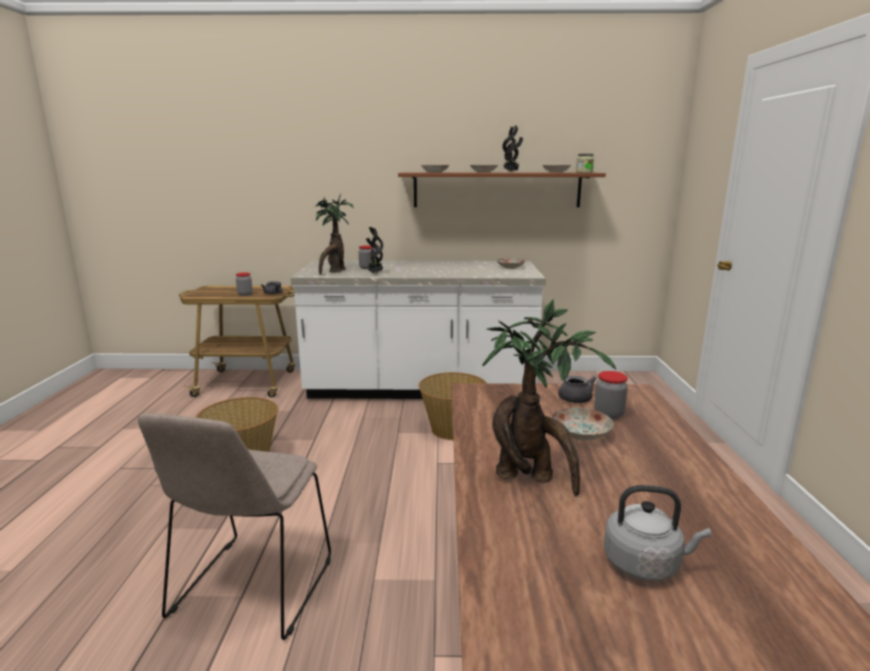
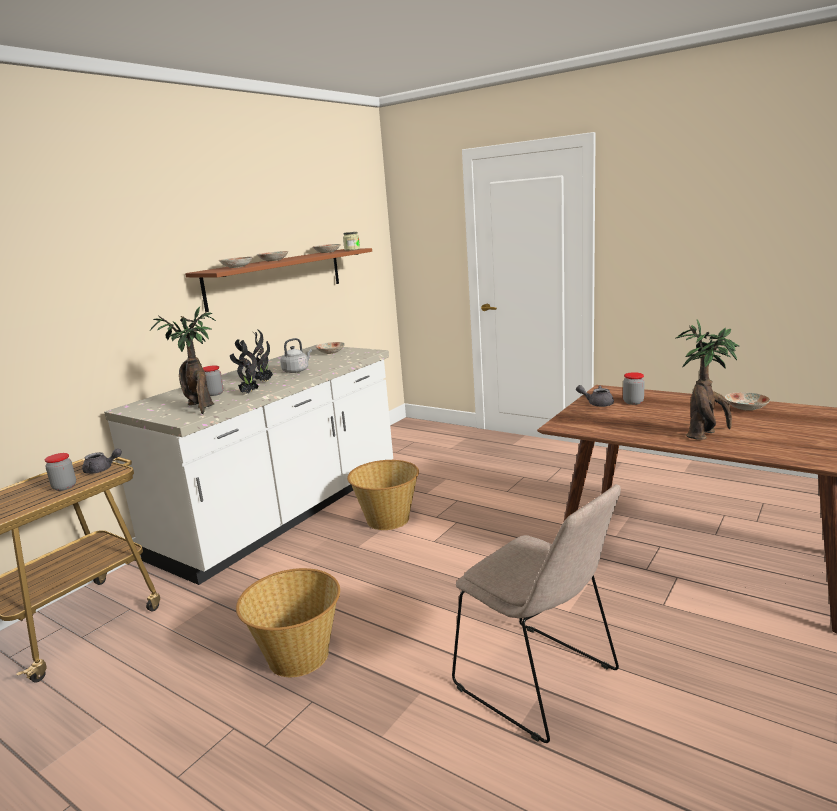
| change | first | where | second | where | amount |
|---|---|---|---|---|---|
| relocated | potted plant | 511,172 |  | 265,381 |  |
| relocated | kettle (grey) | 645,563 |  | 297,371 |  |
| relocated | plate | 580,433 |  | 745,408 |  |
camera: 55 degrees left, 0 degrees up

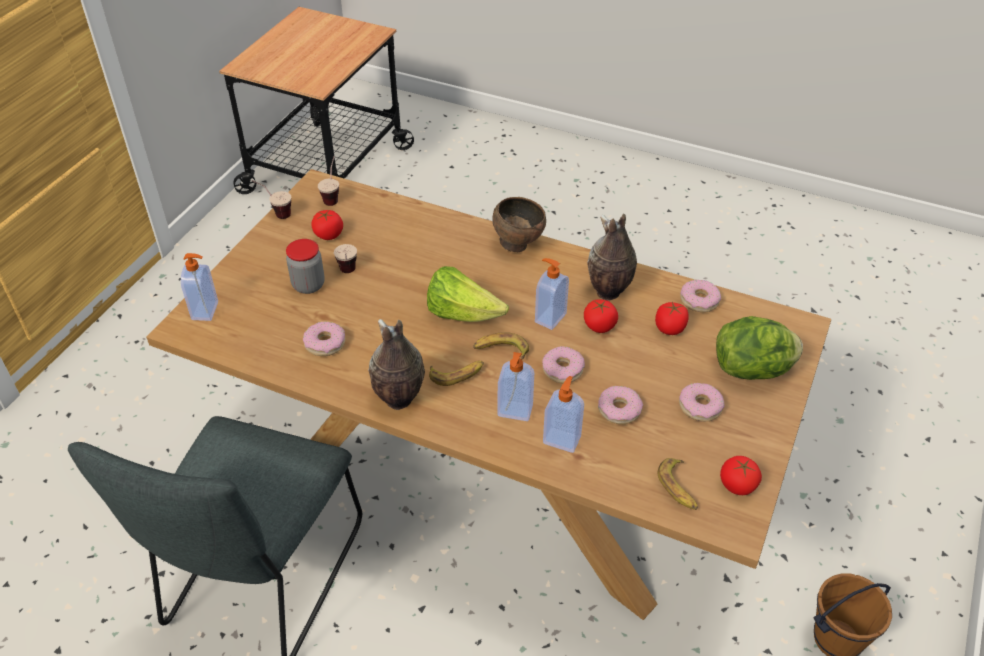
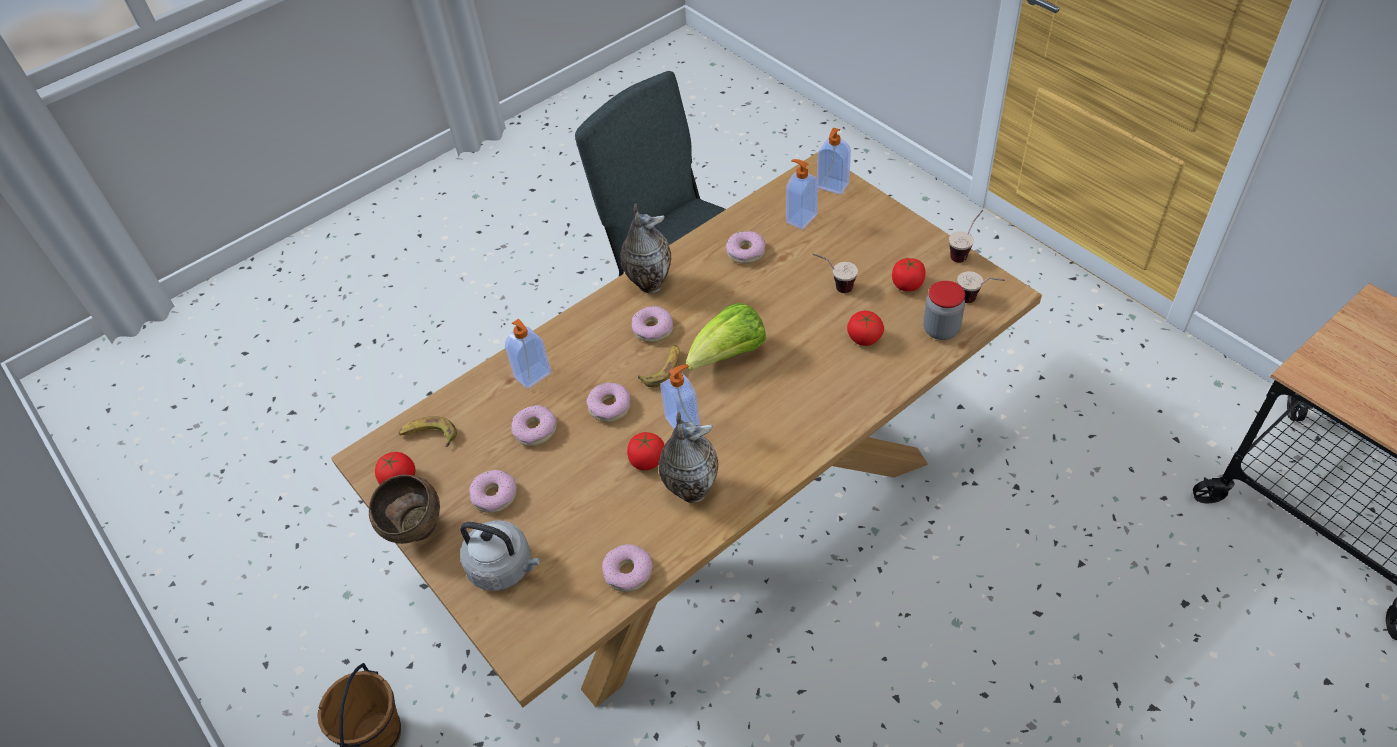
| change | first | where | second | where | amount |
|---|---|---|---|---|---|
| relocated | bowl (brown) | 517,244 |  | 417,531 |  |
| exchanged | lettuce | 753,370 | kettle (grey) | 504,568 |  |
| exchanged | banana | 457,374 | donut | 653,329 |  |
| relocated | soap dispenser | 515,411 |  | 800,218 |  |
| relocated | tomato | 670,328 |  | 864,338 |  |
| relocated | jar | 308,285 |  | 941,329 |  |
camera: 120 degrees right, 5 degrees up

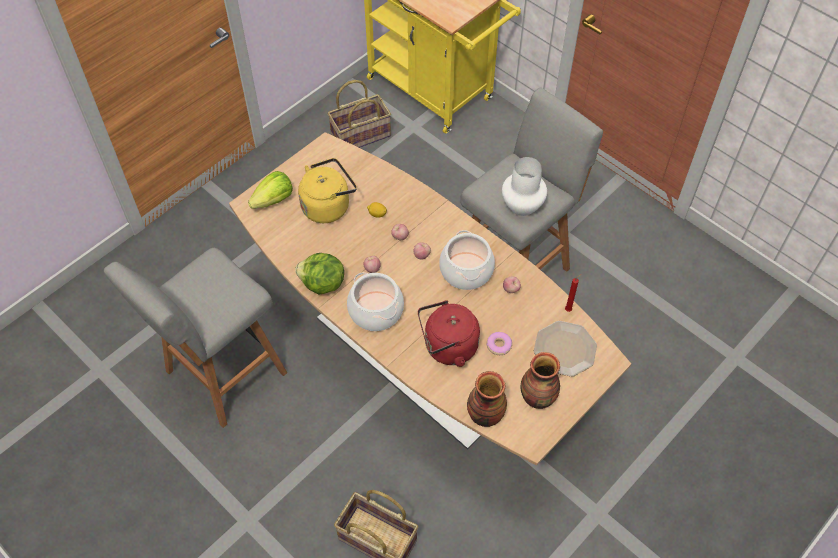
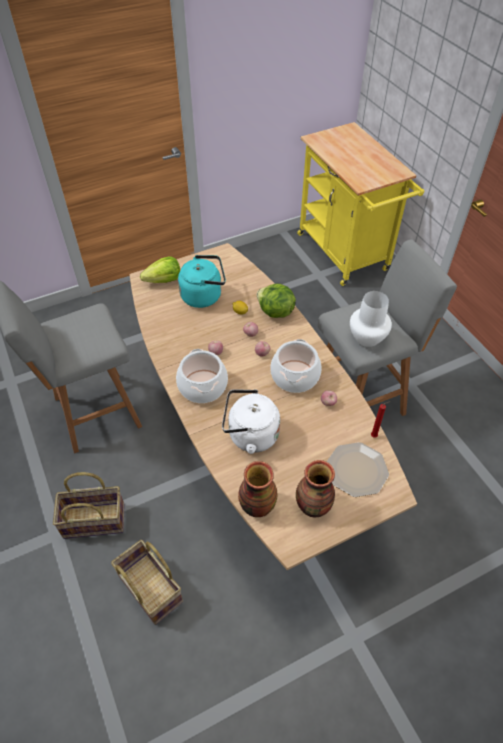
| change | first | where | second | where | amount |
|---|---|---|---|---|---|
| relocated | basket | 360,134 |  | 94,520 |  |
| colour | kettle (yellow) | 328,206 | kettle (turquoise) | 204,295 |  |
| colour | kettle (red) | 447,347 | kettle (white) | 250,435 |  |
| relocated | lettuce | 322,284 |  | 275,312 |  |
| missing | donut | 499,345 |  |  |  |
camera: 20 degrees right, 5 degrees down

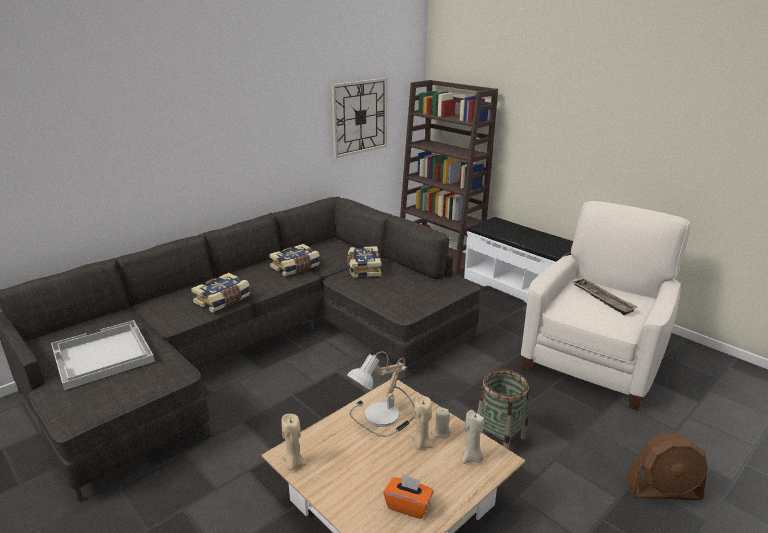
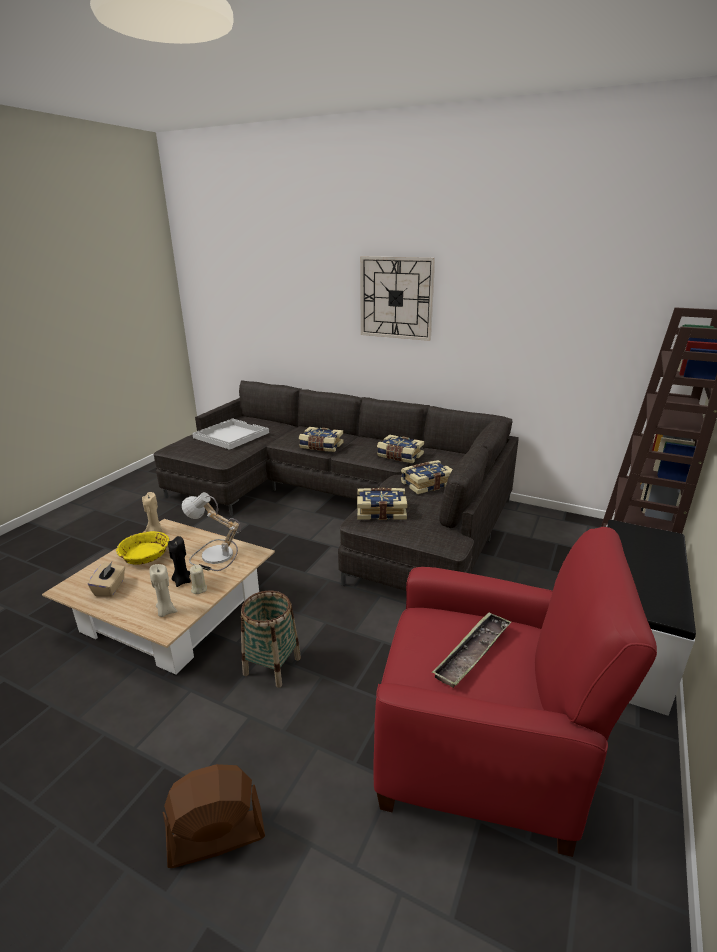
| change | first | where | second | where | amount |
|---|---|---|---|---|---|
| colour | tissue box (orange) | 408,505 | tissue box (beige) | 110,588 |  |
| appeared |  |  | bowl (yellow) | 145,555 |  |
| spun | fan (brown) | 663,490 |  | 216,837 | 90 degrees clockwise |
| colour | candle (beige) | 421,444 | candle (black) | 182,581 |  |
| appeared |  |  | book | 381,511 |  |
| relocated | wall clock | 359,117 |  | 396,298 |  |
| colour | armchair (white) | 593,361 | armchair (red) | 481,748 |  |
camera: 70 degrees right, 0 degrees up

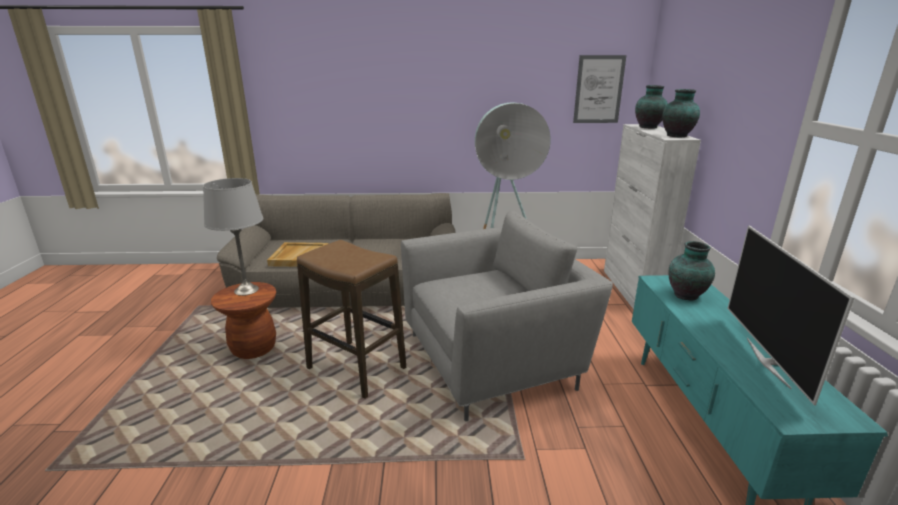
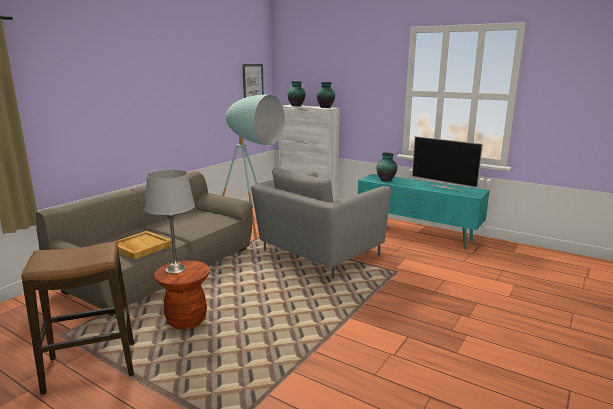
| change | first | where | second | where | amount |
|---|---|---|---|---|---|
| relocated | stool | 357,368 |  | 91,367 |  |
| spun | armchair (grey) | 493,359 |  | 318,254 | 150 degrees counterclockwise |
camera: 55 degrees left, 5 degrees down

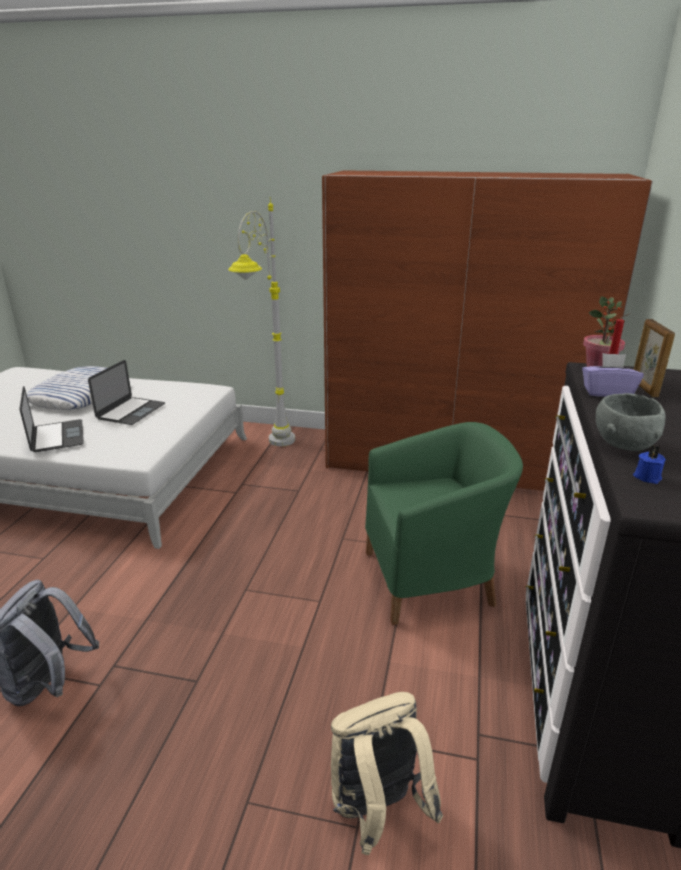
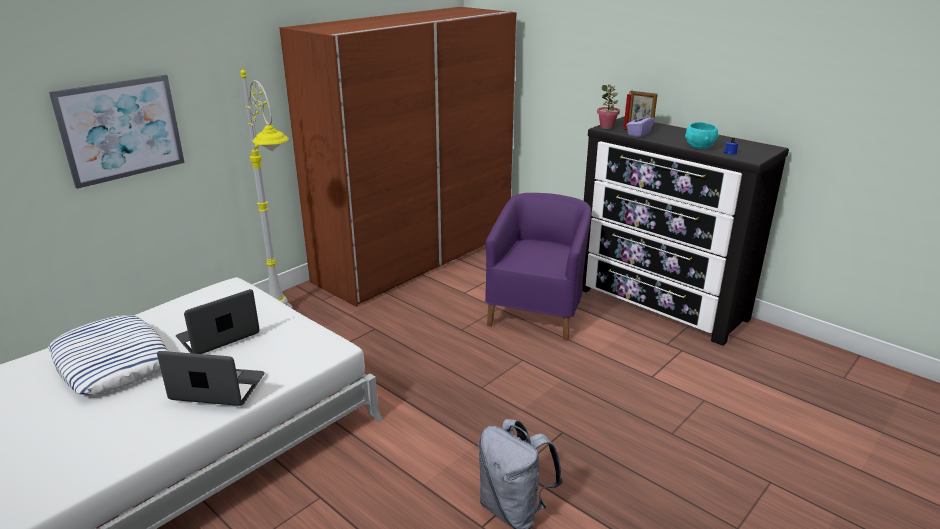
| change | first | where | second | where | amount |
|---|---|---|---|---|---|
| appeared |  |  | picture | 121,129 |  |
| spun | laptop | 131,411 |  | 218,335 | 90 degrees counterclockwise |
| colour | armchair (green) | 432,579 | armchair (purple) | 537,312 |  |
| colour | bowl (grey) | 623,445 | bowl (turquoise) | 699,148 |  |
| missing | backpack (beige) | 377,810 |  |  |  |
camera: 60 degrees left, 0 degrees up

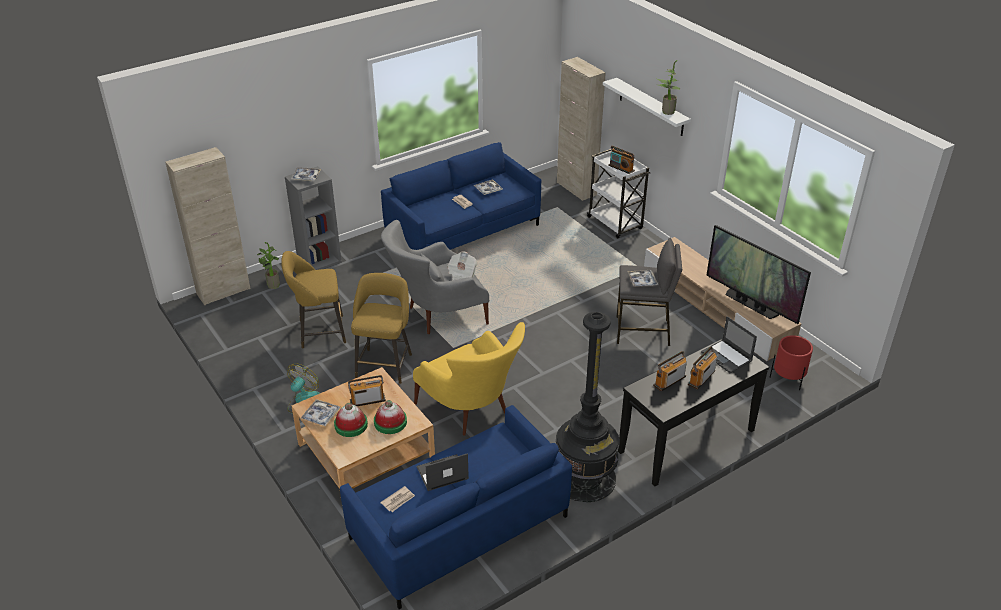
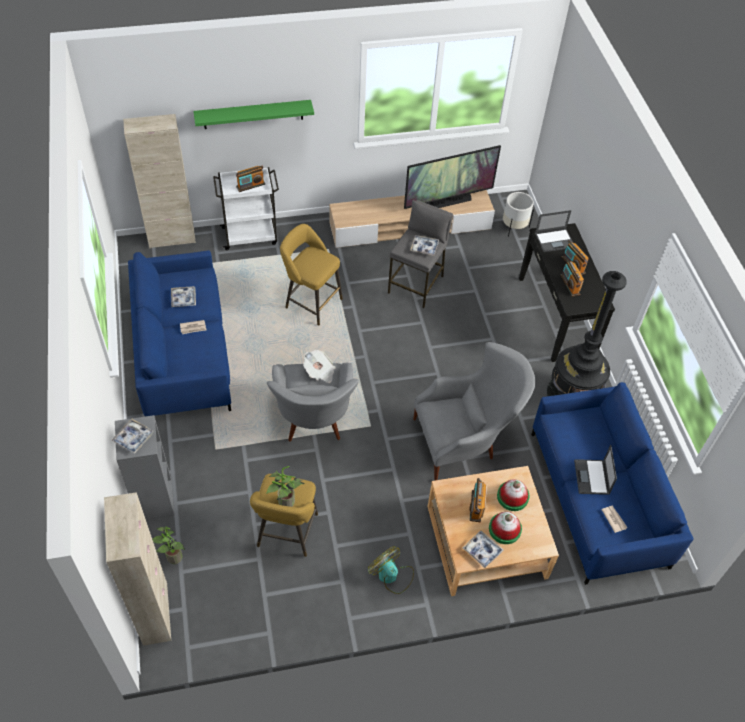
| change | first | where | second | where | amount |
|---|---|---|---|---|---|
| colour | shelf (white) | 651,107 | shelf (green) | 253,114 |  |
| relocated | potted plant | 666,112 |  | 285,504 |  |
| relocated | stool (yellow) | 385,364 |  | 311,302 |  |
| colour | armchair (yellow) | 473,412 | armchair (grey) | 465,441 |  |
| colour | planter (red) | 788,378 | planter (white) | 514,227 |  |
camera: 70 degrees left, 15 degrees up

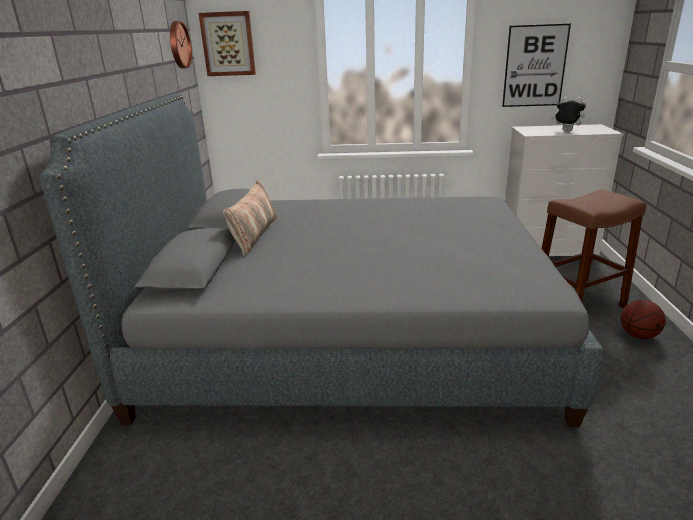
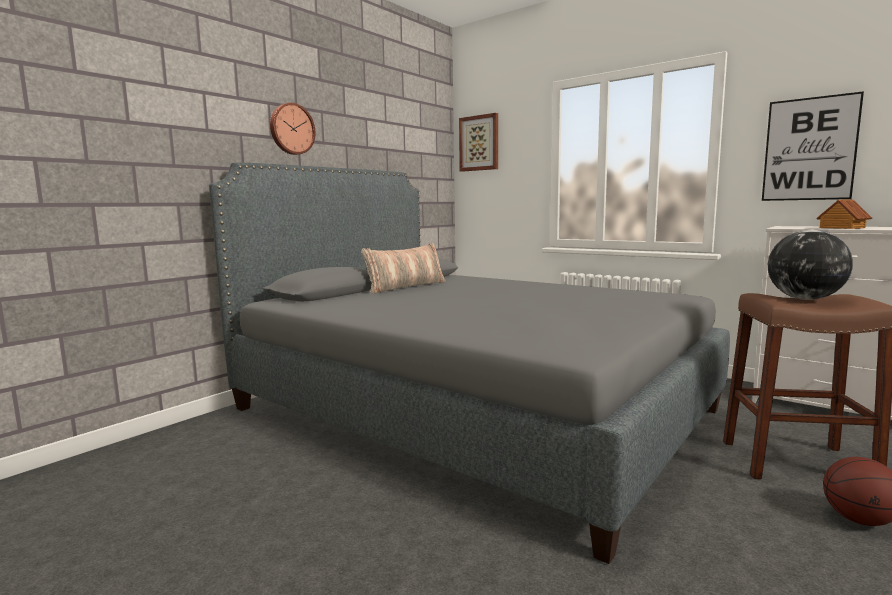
| change | first | where | second | where | amount |
|---|---|---|---|---|---|
| relocated | wall clock | 178,45 |  | 291,129 |  |
| appeared |  |  | globe | 804,299 |  |
| exchanged | plush toy | 566,131 | toy house | 841,228 |  |
camera: 35 degrees right, 15 degrees down

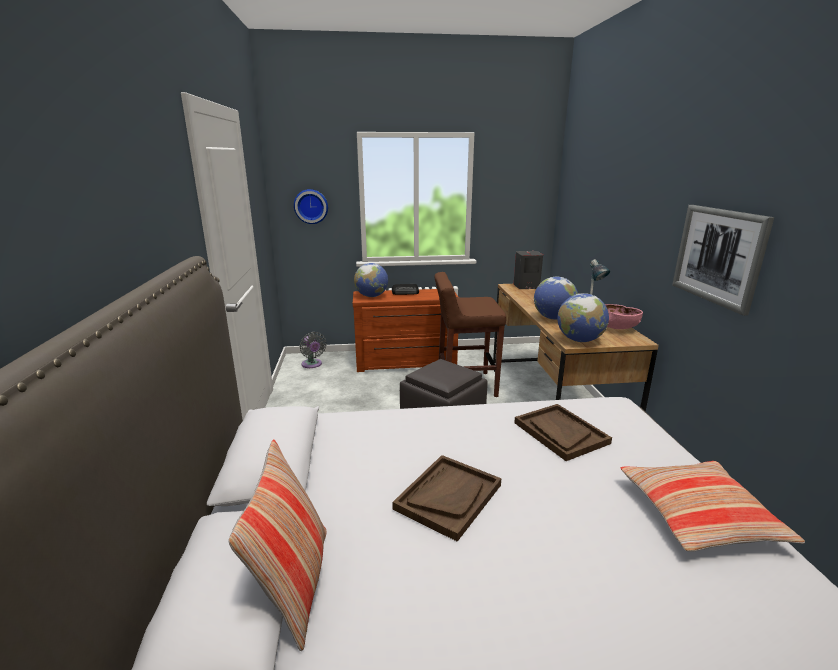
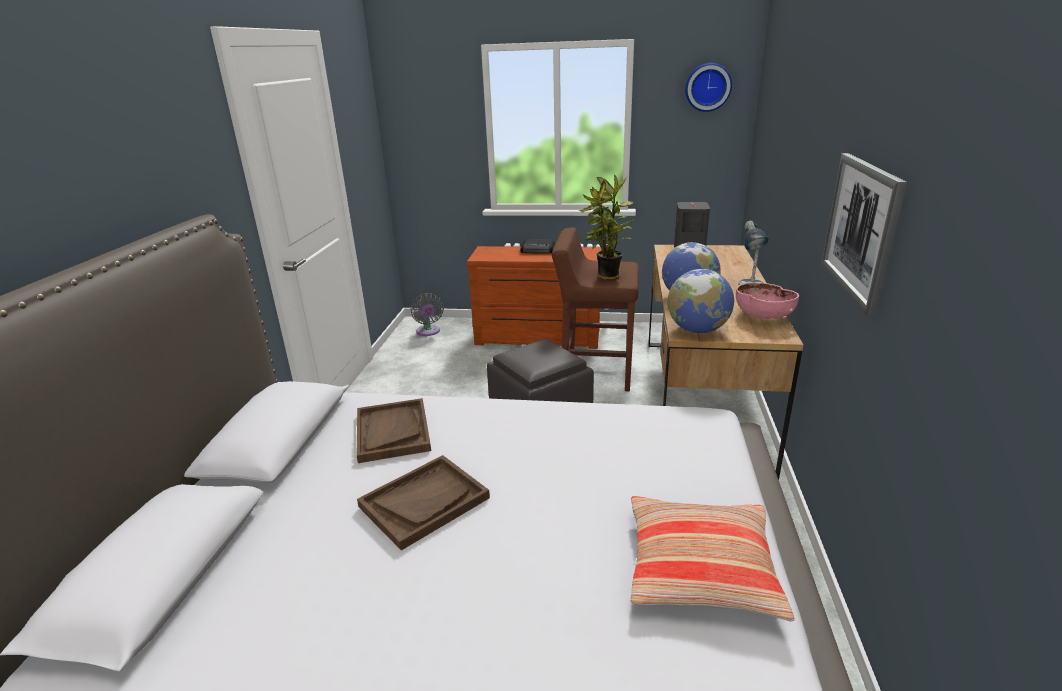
| change | first | where | second | where | amount |
|---|---|---|---|---|---|
| relocated | tray (brown) | 560,433 |  | 392,432 |  |
| appeared |  |  | potted plant | 607,277 |  |
| relocated | wall clock | 311,206 |  | 707,87 |  |
| missing | pillow | 294,584 |  |  |  |
| missing | globe | 371,296 |  |  |  |
camera: 15 degrees right, 5 degrees up

